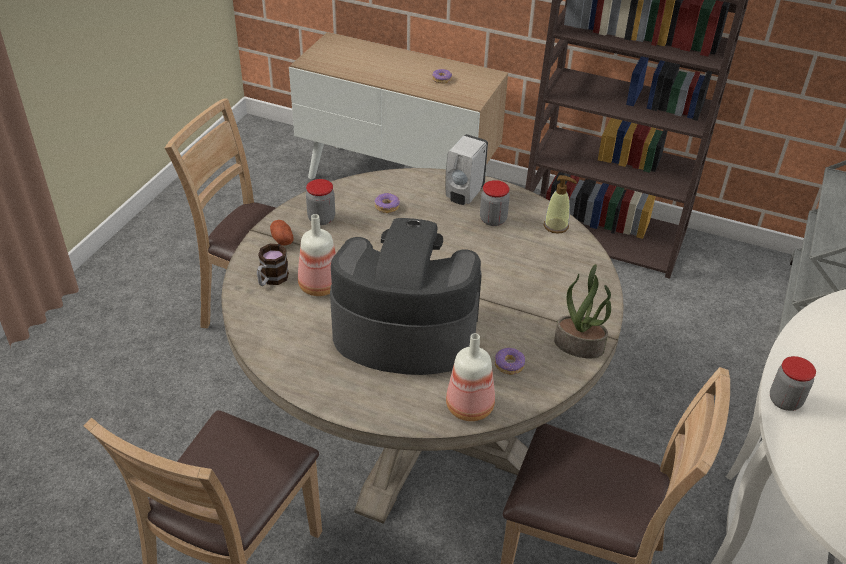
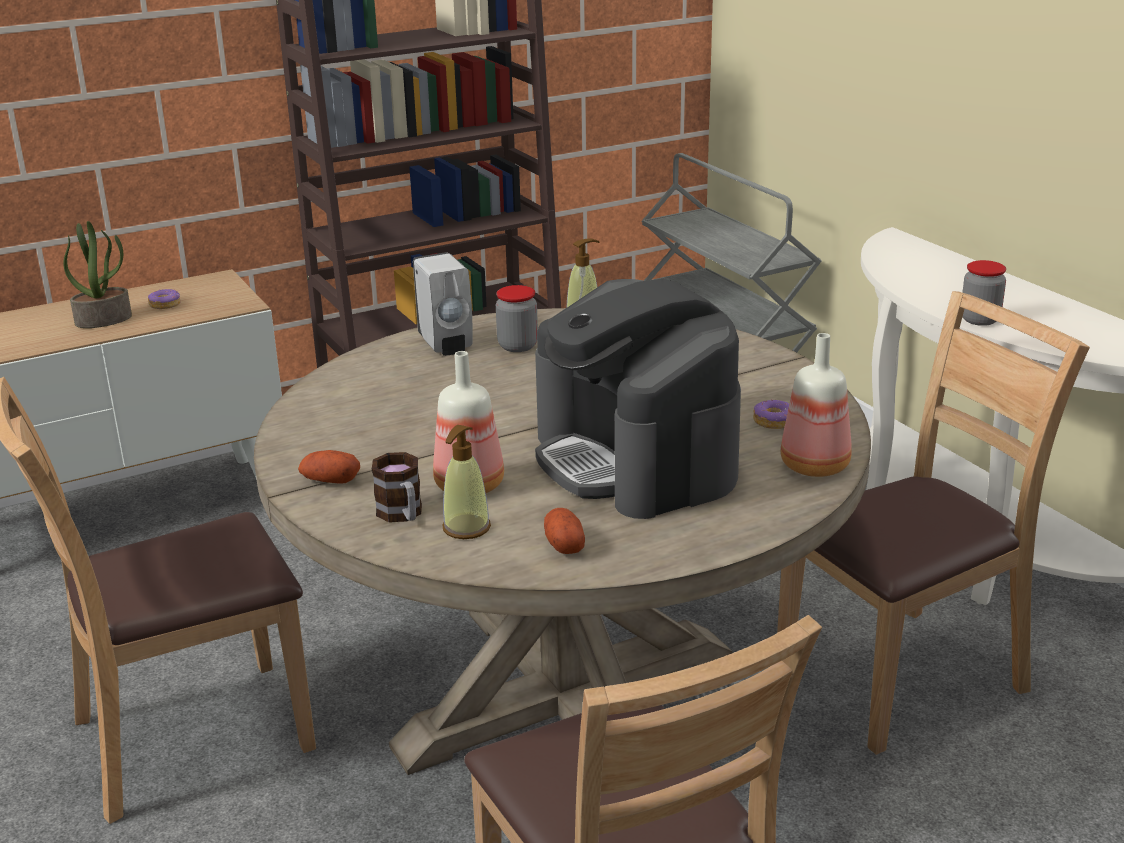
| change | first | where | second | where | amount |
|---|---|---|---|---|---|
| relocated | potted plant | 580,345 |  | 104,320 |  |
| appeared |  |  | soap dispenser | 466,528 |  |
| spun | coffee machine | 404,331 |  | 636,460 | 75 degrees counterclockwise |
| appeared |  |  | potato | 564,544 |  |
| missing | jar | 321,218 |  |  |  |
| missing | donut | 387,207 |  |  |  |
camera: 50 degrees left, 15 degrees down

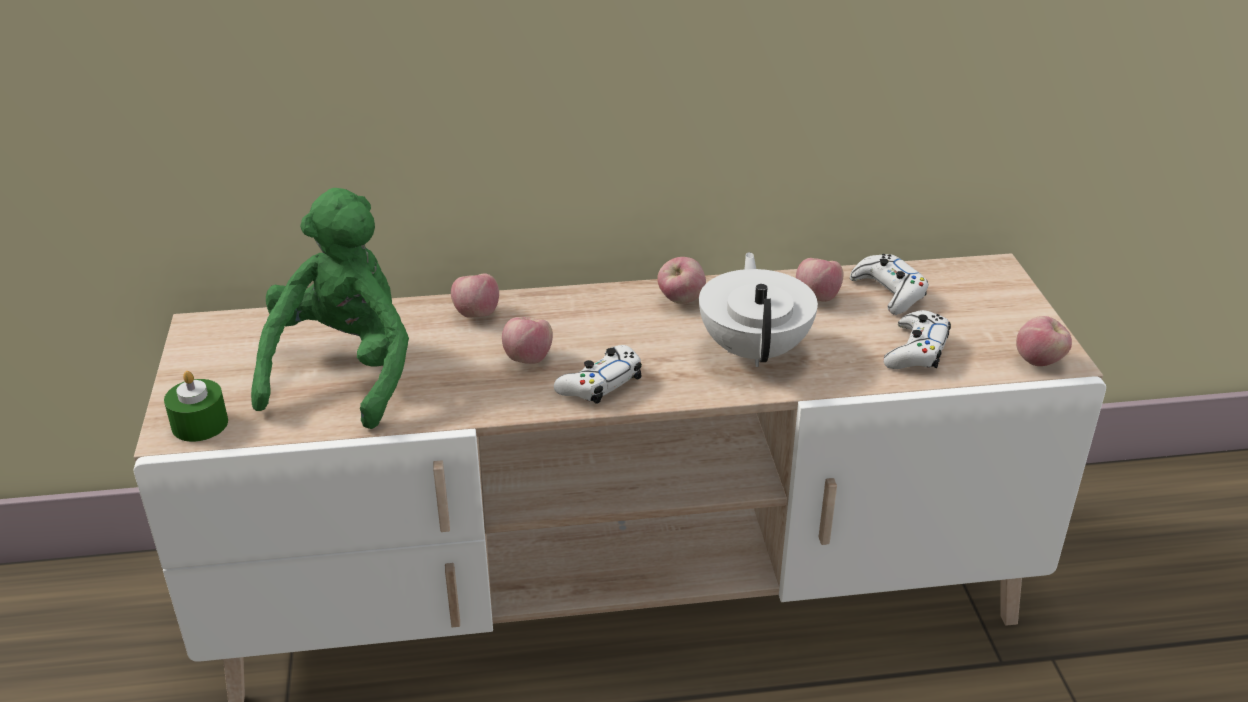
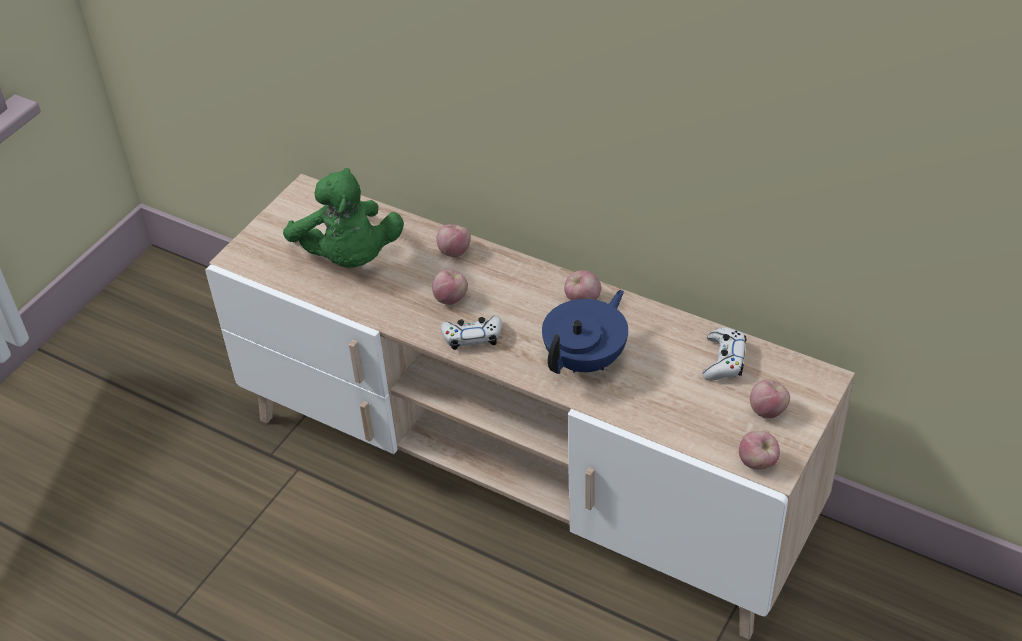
| change | first | where | second | where | amount |
|---|---|---|---|---|---|
| spun | plush toy (green) | 344,371 |  | 349,258 | 105 degrees clockwise |
| colour | teapot (white) | 755,349 | teapot (blue) | 586,359 |  |
| relocated | apple | 817,297 |  | 767,410 |  |
| missing | candle (green) | 200,424 |  |  |  |
| missing | game controller (white) | 916,351 |  |  |  |
camera: 40 degrees right, 10 degrees up

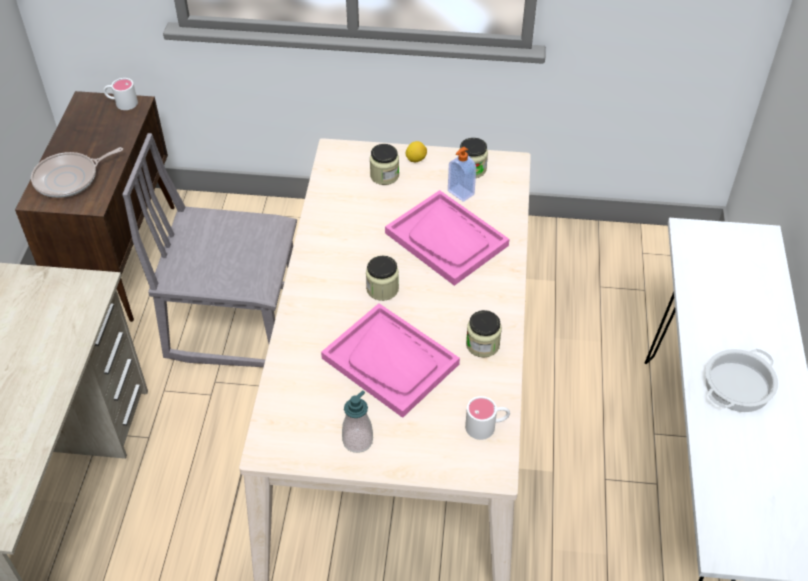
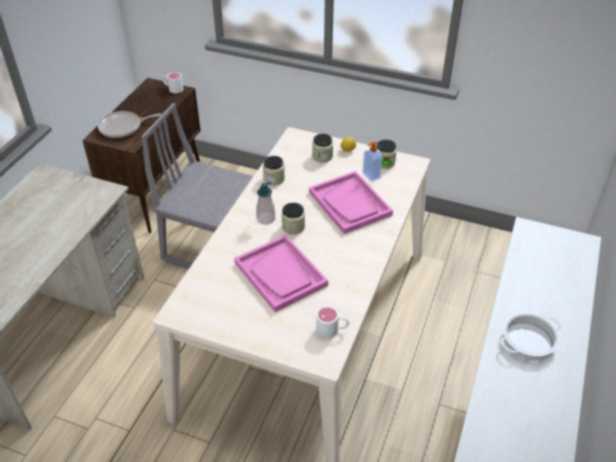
| change | first | where | second | where | amount |
|---|---|---|---|---|---|
| relocated | soap dispenser | 357,441 |  | 266,219 |  |
| relocated | jar | 482,344 |  | 274,179 |  |
camera: 15 degrees right, 5 degrees down

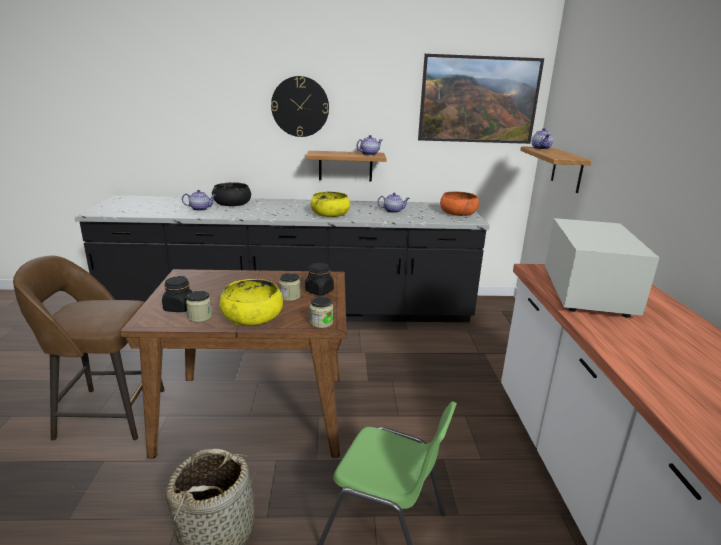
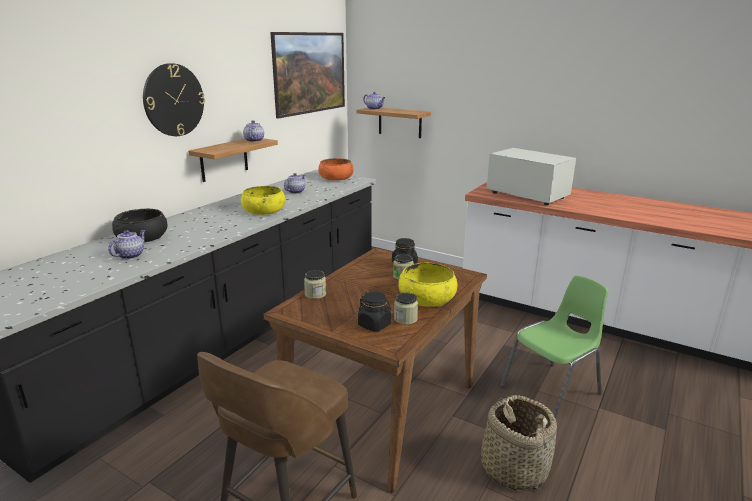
| change | first | where | second | where | amount |
|---|---|---|---|---|---|
| relocated | jar | 321,323 |  | 315,294 |  |
camera: 55 degrees left, 0 degrees up

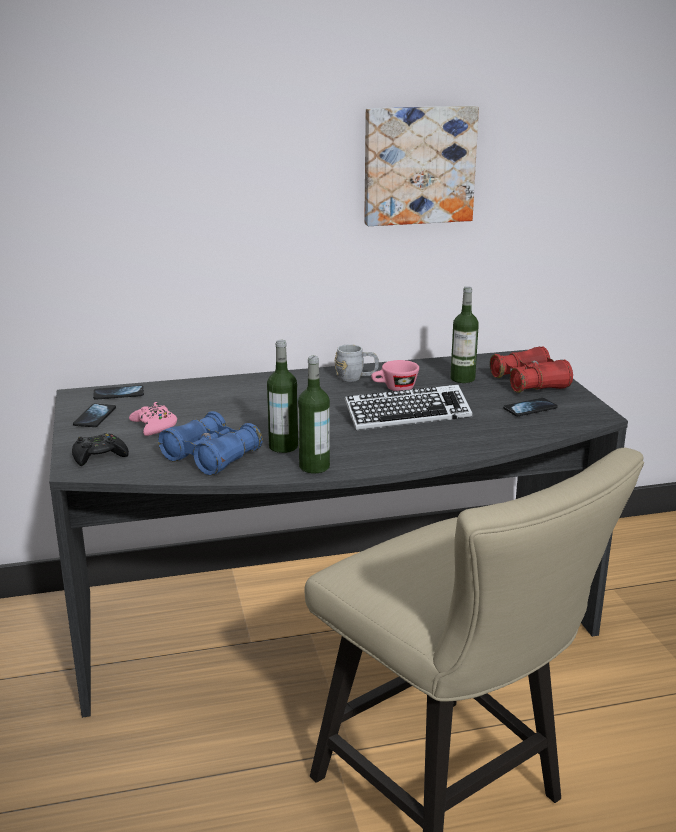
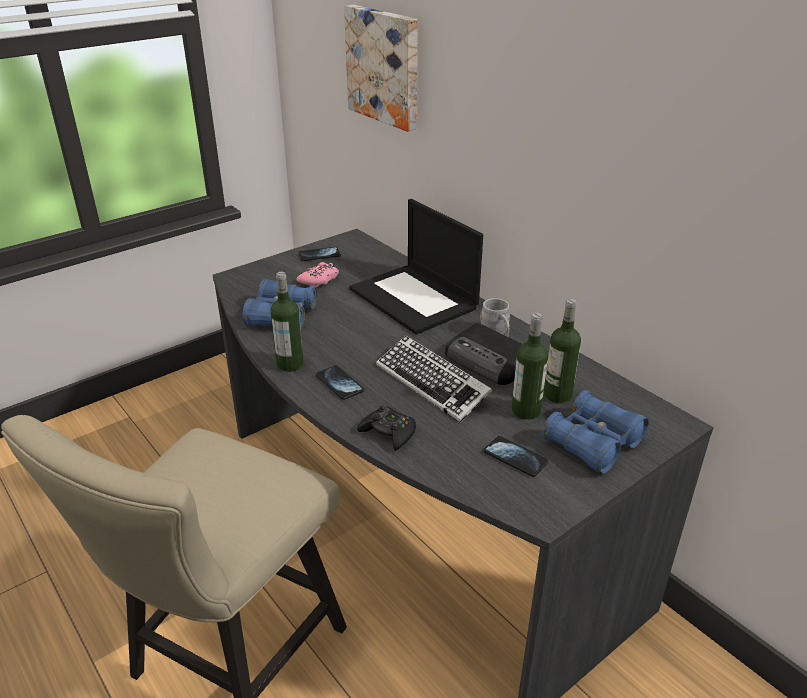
| change | first | where | second | where | amount |
|---|---|---|---|---|---|
| relocated | phone | 119,394 |  | 339,383 |  |
| relocated | picture | 418,165 |  | 385,66 |  |
| appeared |  |  | laptop | 415,299 |  |
| relocated | game controller (black) | 99,456 |  | 388,433 |  |
| exchanged | cup (pink) | 394,389 | radio | 489,362 |  |
| relocated | bottle | 283,446 |  | 526,411 |  |
| colour | binoculars (red) | 529,383 | binoculars (blue) | 593,443 |  |
camera: 65 degrees right, 10 degrees up

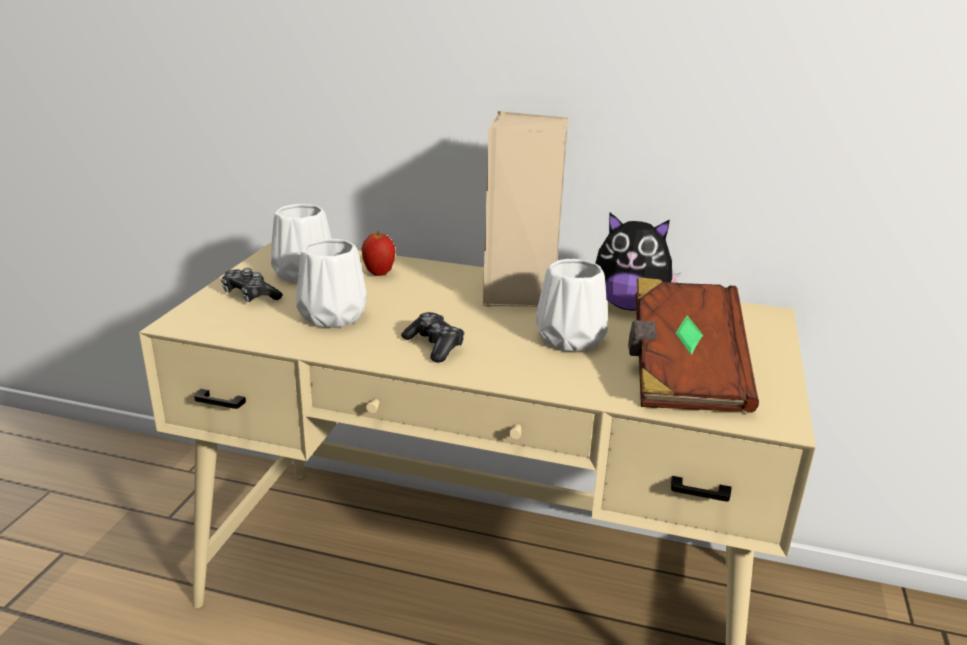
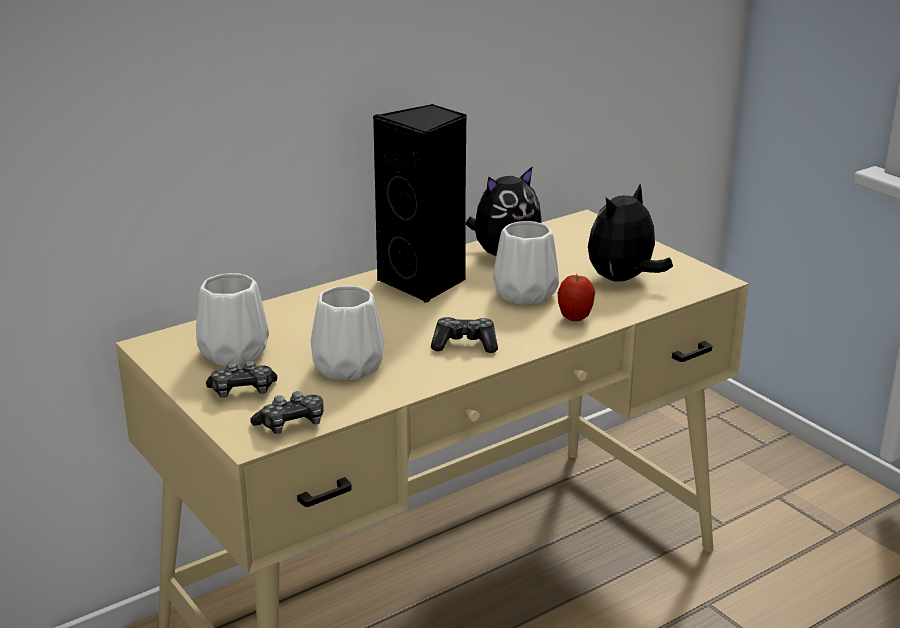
| change | first | where | second | where | amount |
|---|---|---|---|---|---|
| appeared |  |  | game controller | 291,424 |  |
| colour | speaker (beige) | 519,294 | speaker (black) | 425,282 |  |
| relocated | apple | 379,274 |  | 574,319 |  |
| exchanged | book (brown) | 682,373 | plush toy | 623,280 |  |
camera: 50 degrees left, 0 degrees up

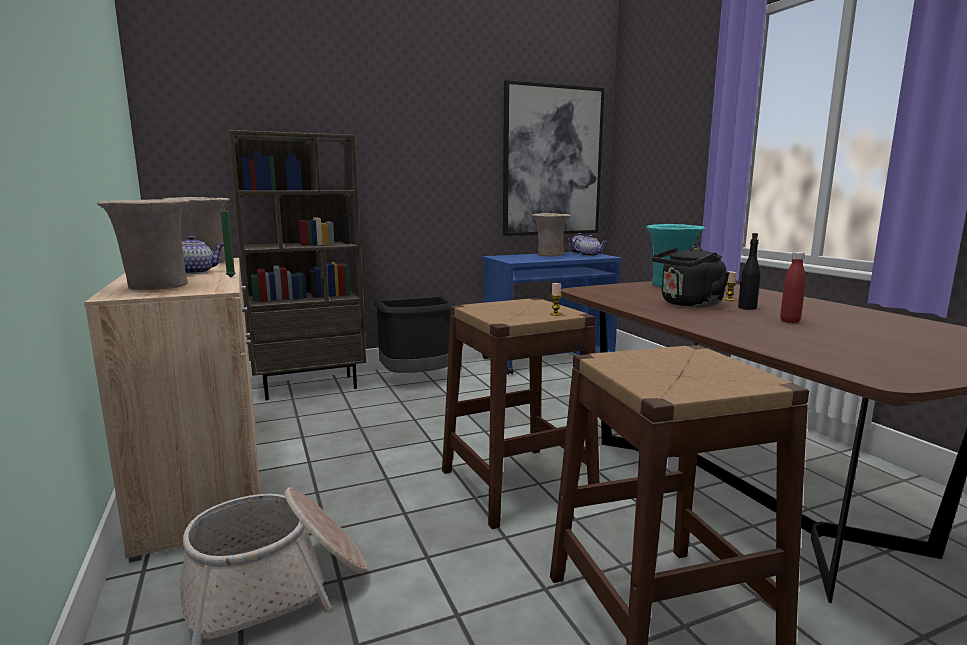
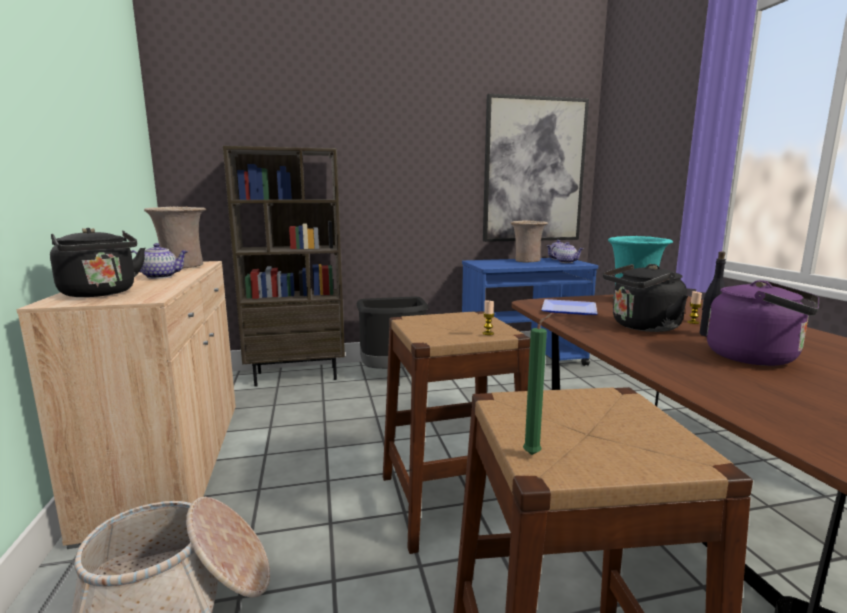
| change | first | where | second | where | amount |
|---|---|---|---|---|---|
| exchanged | vase (beige) | 155,287 | kettle (black) | 101,294 |  |
| relocated | candle (green) | 232,277 |  | 534,454 |  |
| appeared |  |  | plate | 567,310 |  |
| exchanged | bottle (red) | 789,321 | kettle (purple) | 757,358 |  |
camera: 10 degrees right, 0 degrees up

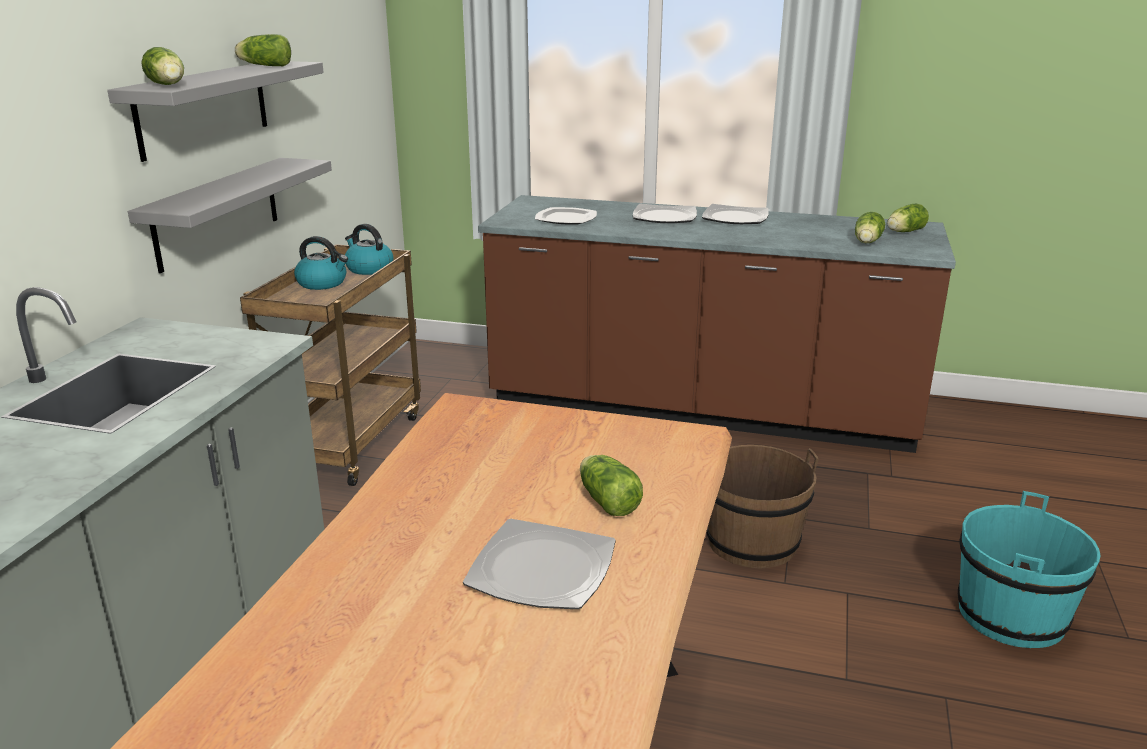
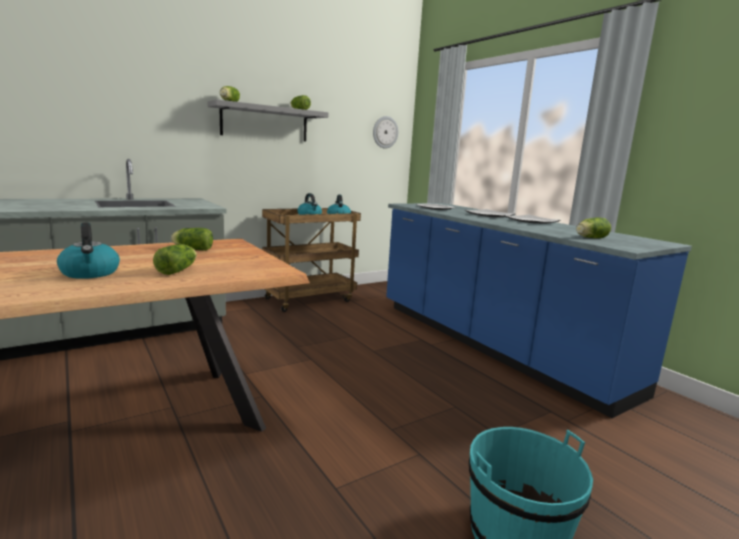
| change | first | where | second | where | amount |
|---|---|---|---|---|---|
| exchanged | plate | 541,569 | kettle | 90,273 |  |
| relocated | lettuce | 903,232 |  | 192,249 |  |
| appeared |  |  | wall clock | 385,132 |  |
| colour | counter (brown) | 700,410 | counter (blue) | 492,345 |  |
| missing | shelf (grey) | 217,213 |  |  |  |
| missing | bucket (brown) | 752,542 |  |  |  |
camera: 40 degrees right, 10 degrees down

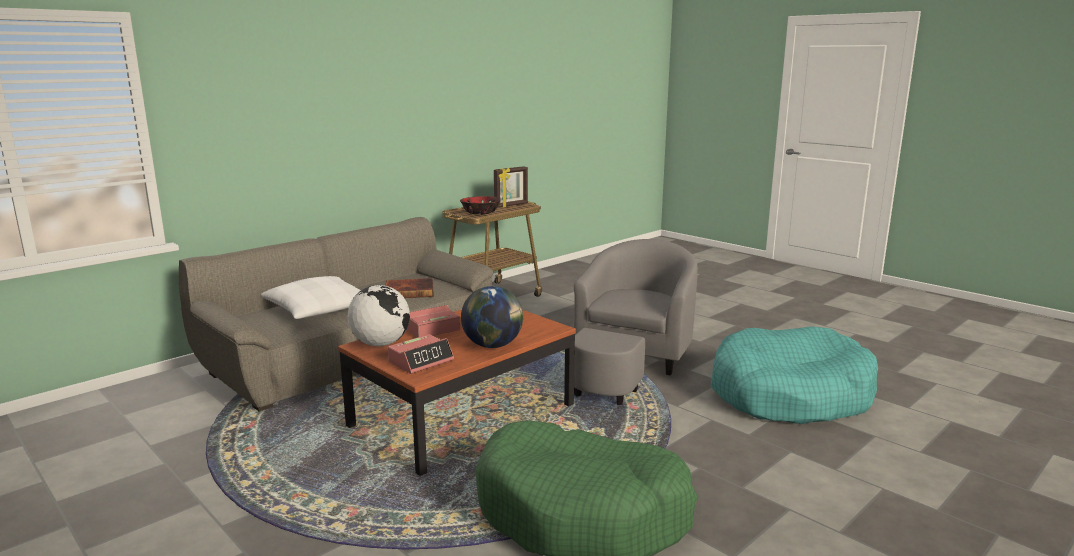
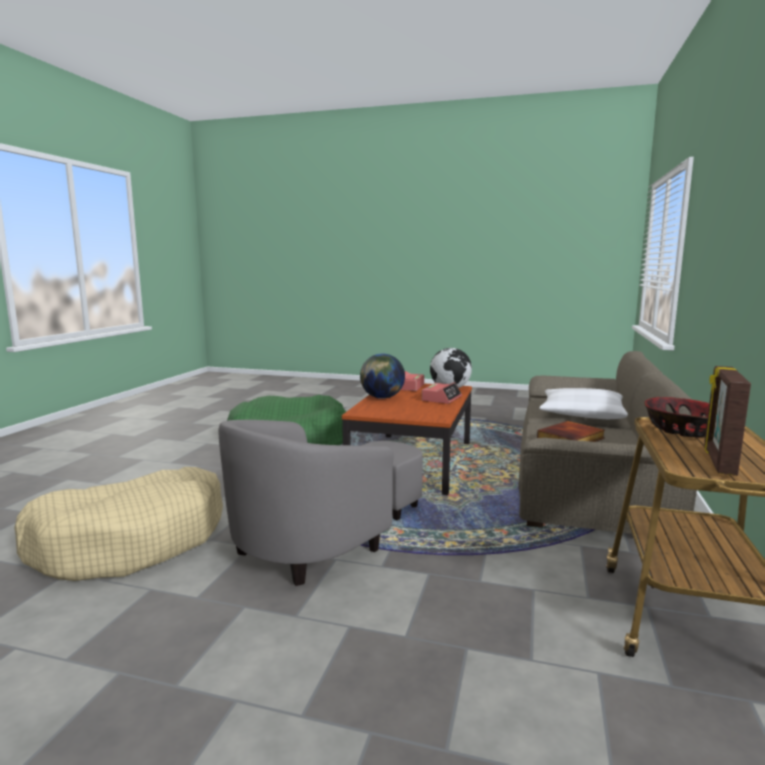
| change | first | where | second | where | amount |
|---|---|---|---|---|---|
| colour | dog bed (turquoise) | 789,394 | dog bed (beige) | 132,541 |  |
| spun | armchair (grey) | 630,362 |  | 325,538 | 45 degrees clockwise |
camera: 150 degrees right, 5 degrees down

